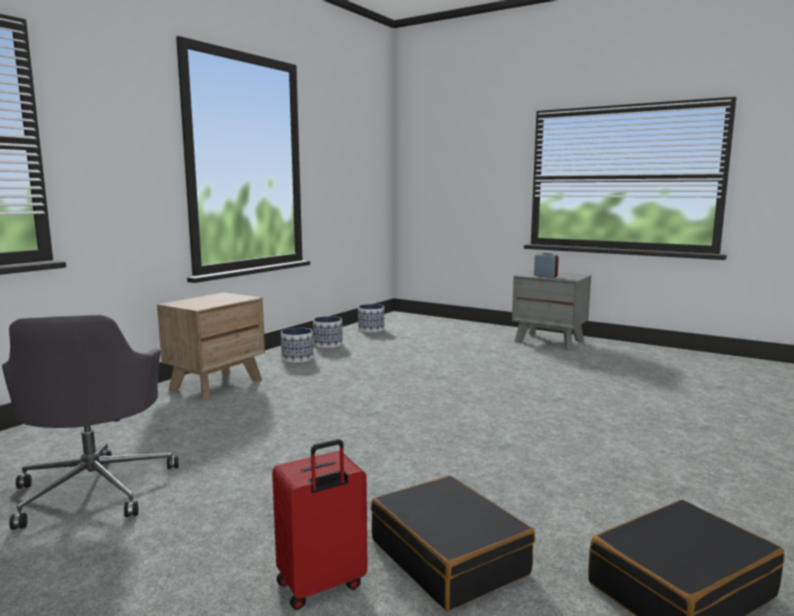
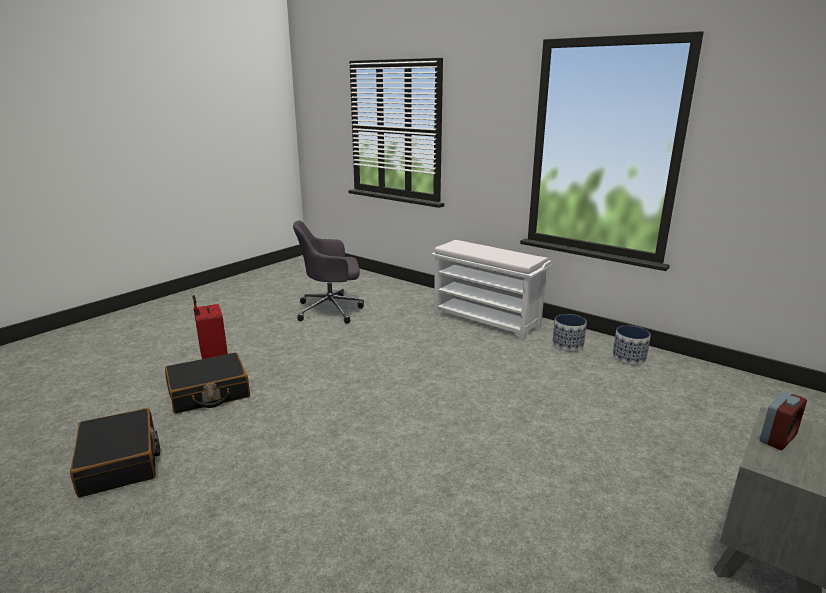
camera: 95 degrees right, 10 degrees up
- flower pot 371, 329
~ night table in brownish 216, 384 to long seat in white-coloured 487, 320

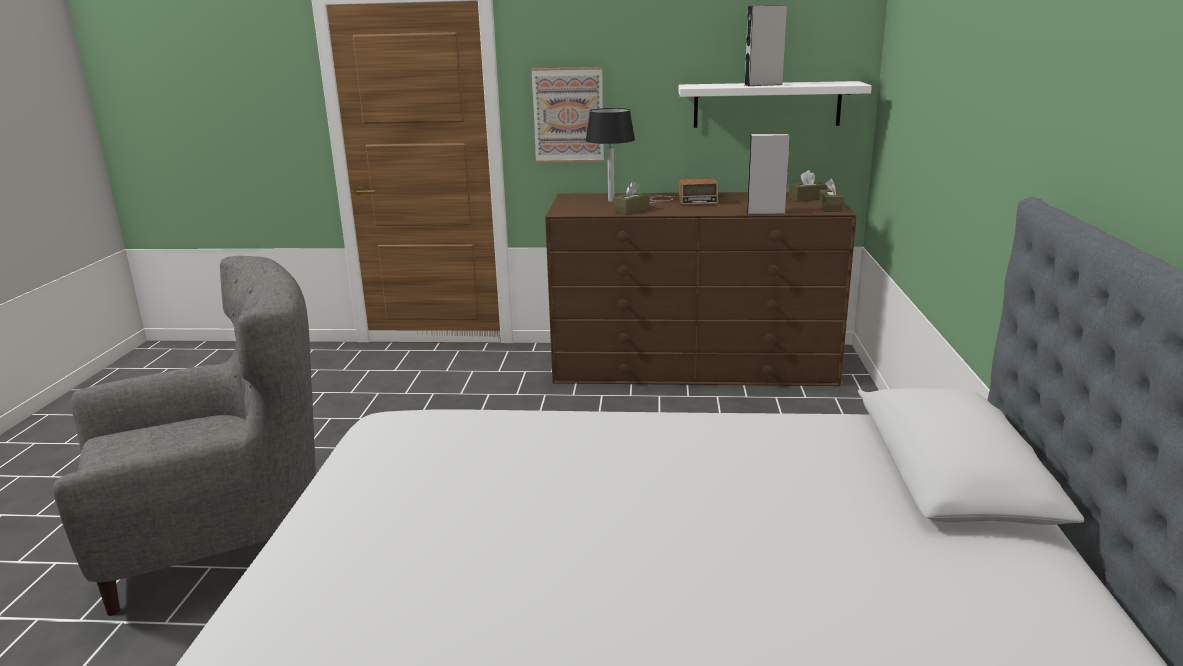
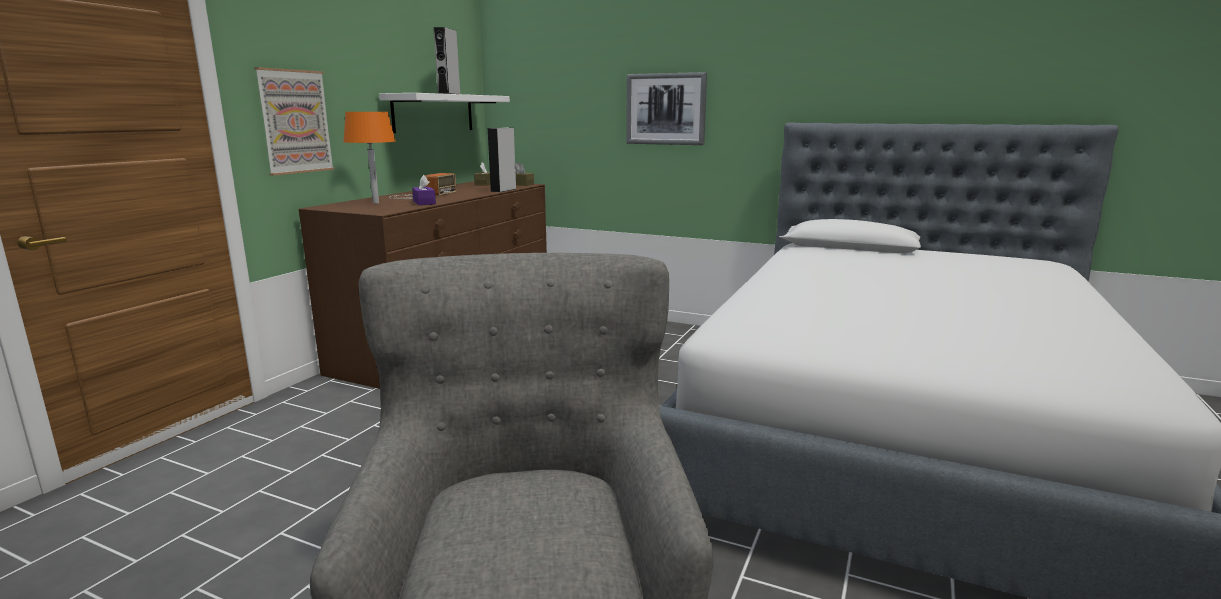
camera: 70 degrees left, 5 degrees down
+ wall picture 665, 109
~ table lamp in blackish 611, 201 to table lamp in orange 376, 203
~ box of tissues in brownish 631, 210 to box of tissues in purple 424, 202

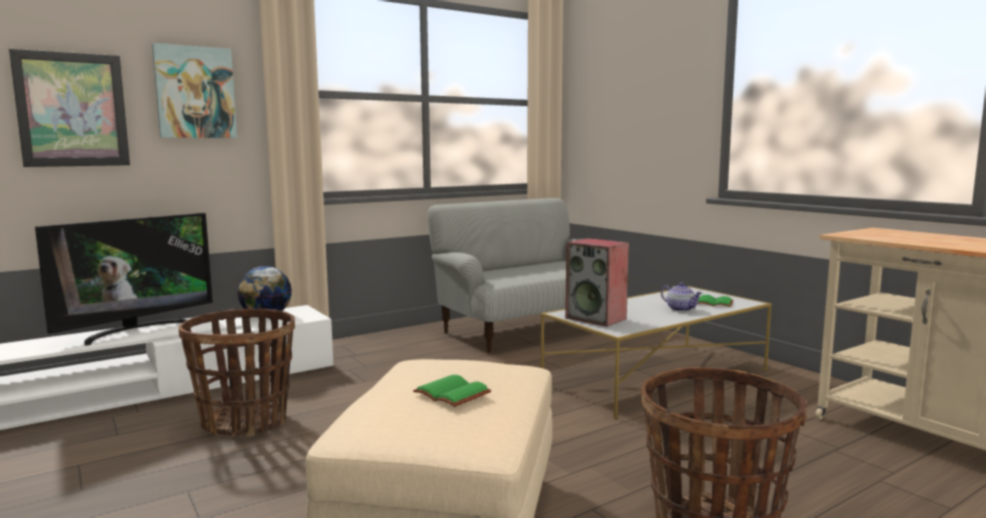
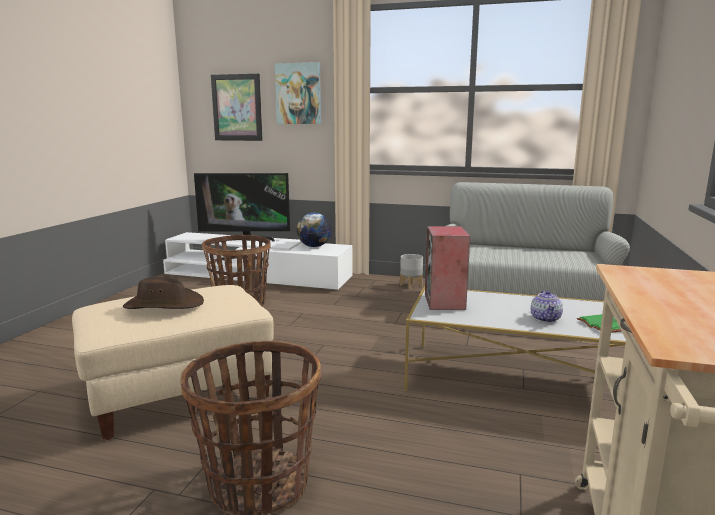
camera: 50 degrees right, 5 degrees up
+ flower pot in grey 411, 286
~ bound book in green 450, 394 to hat in brownish 164, 305

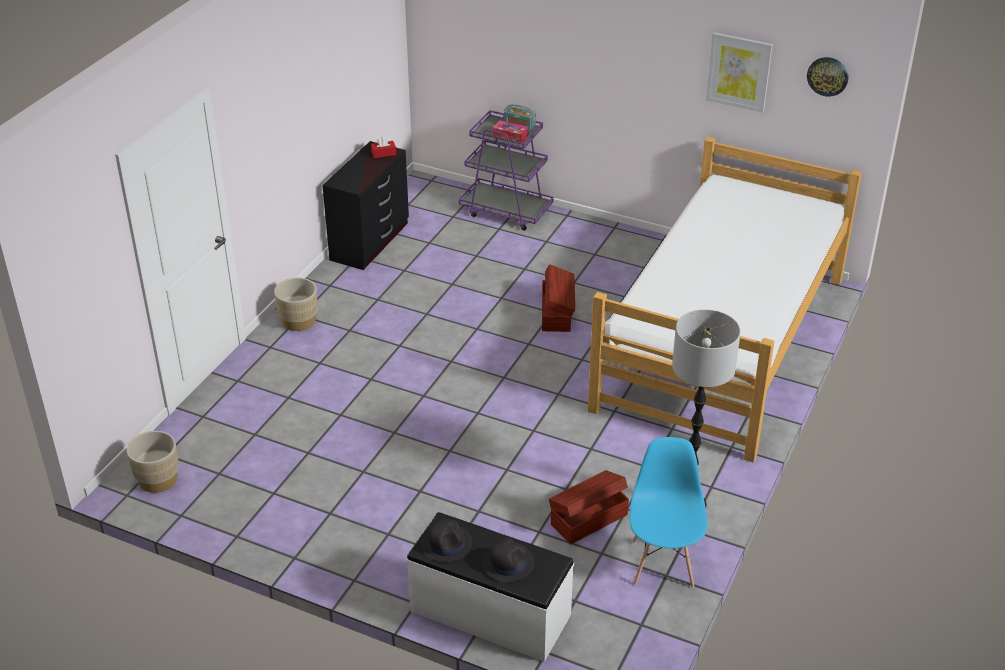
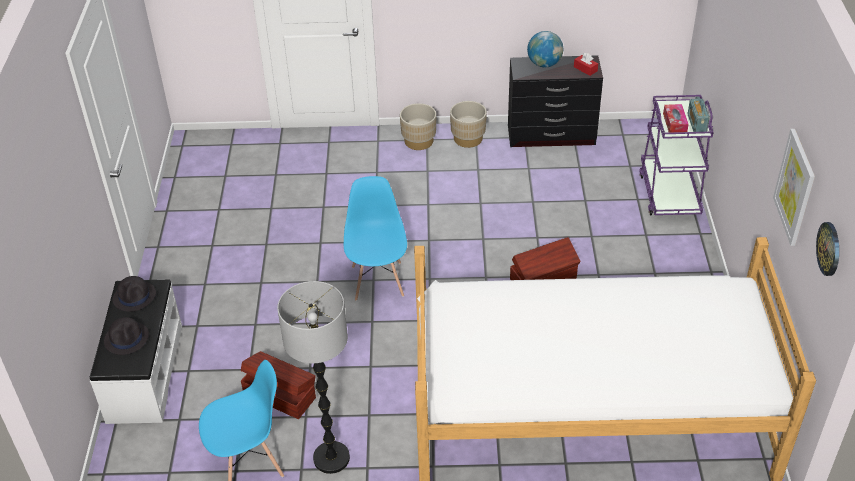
camera: 65 degrees right, 5 degrees up
+ plain chair in blue-coloured 378, 280
+ globe 544, 64
~ flower pot in beige 158, 479 to 468, 139

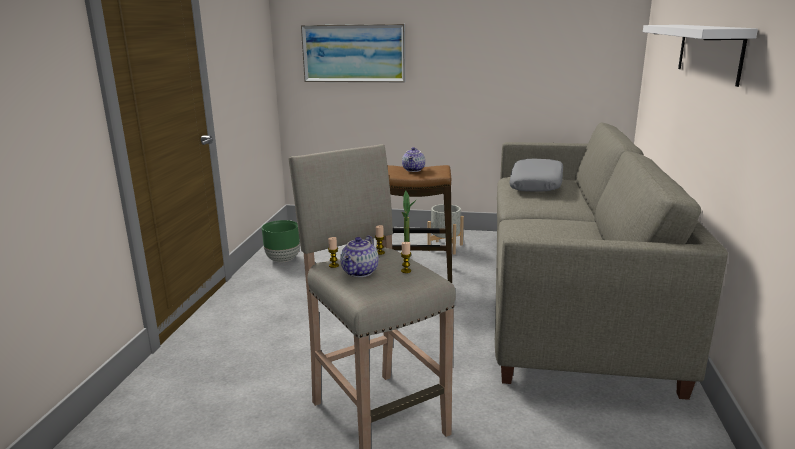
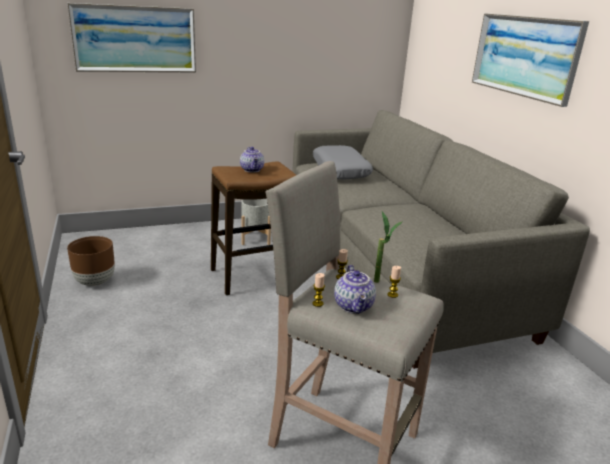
camera: 30 degrees left, 5 degrees up
~ wall shelf in white-coloured 709, 51 to wall picture 524, 56
~ flower pot in green 283, 260 to flower pot in brownish 95, 282

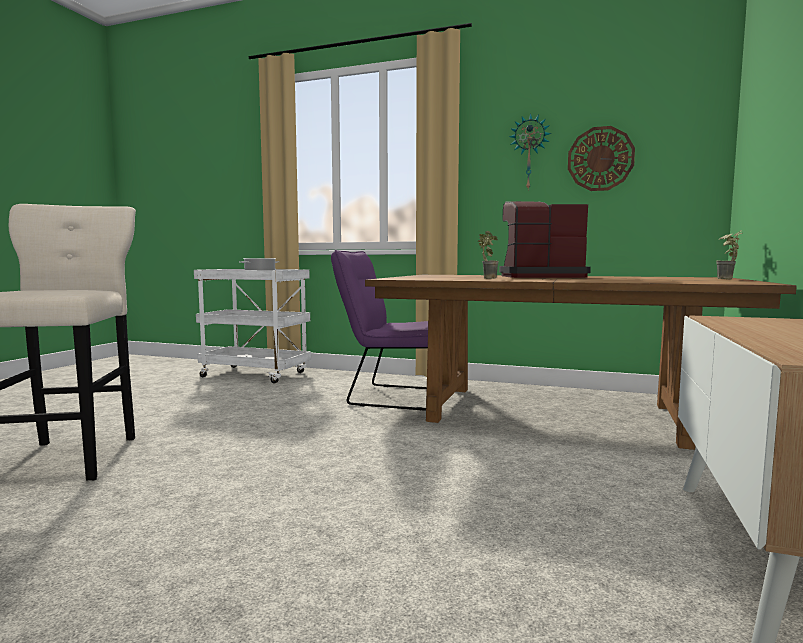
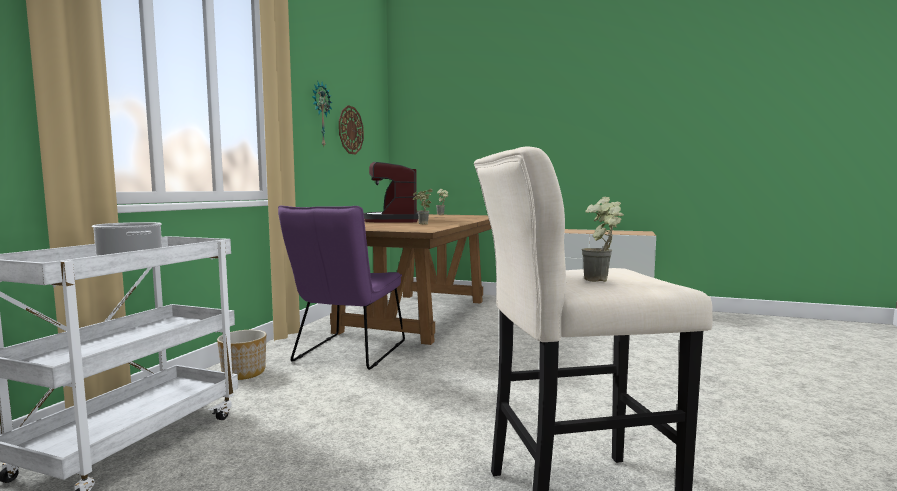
camera: 90 degrees left, 0 degrees up
+ flower pot 243, 373
+ houseplant 602, 281

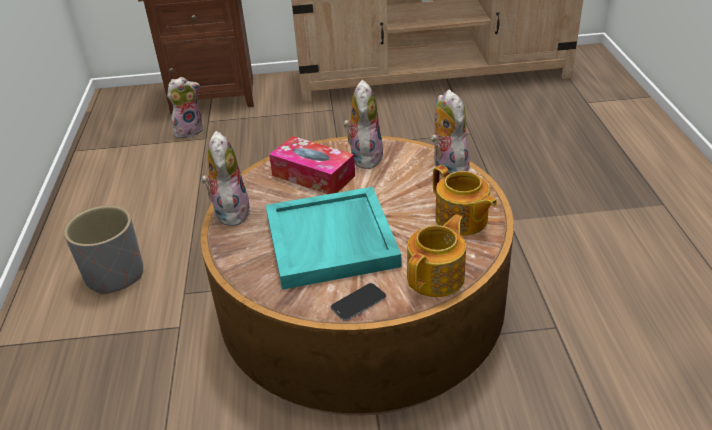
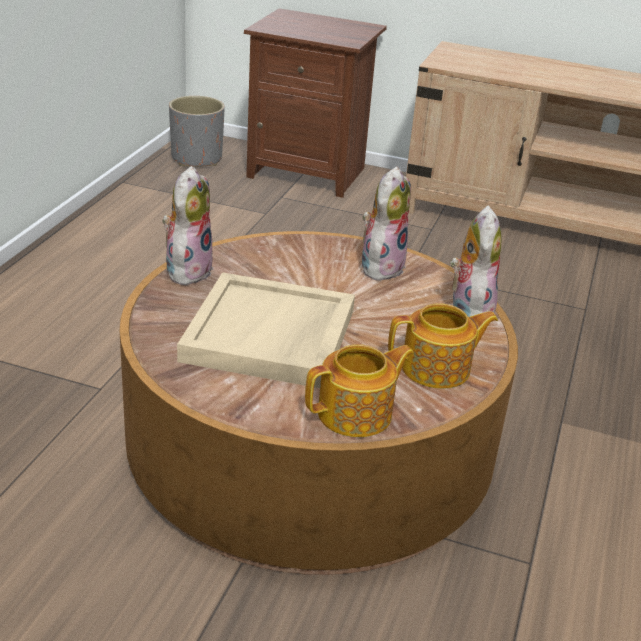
camera: 20 degrees right, 5 degrees down
- soft toy 189, 130
- box of tissues 313, 175
- telephone 358, 303
~ flower pot in grey 115, 275 to 197, 159
~ carrying tray in turquoise 332, 241 to carrying tray in beige 270, 336
~ pot for tea 461, 220 = 437, 369 90 degrees counterclockwise

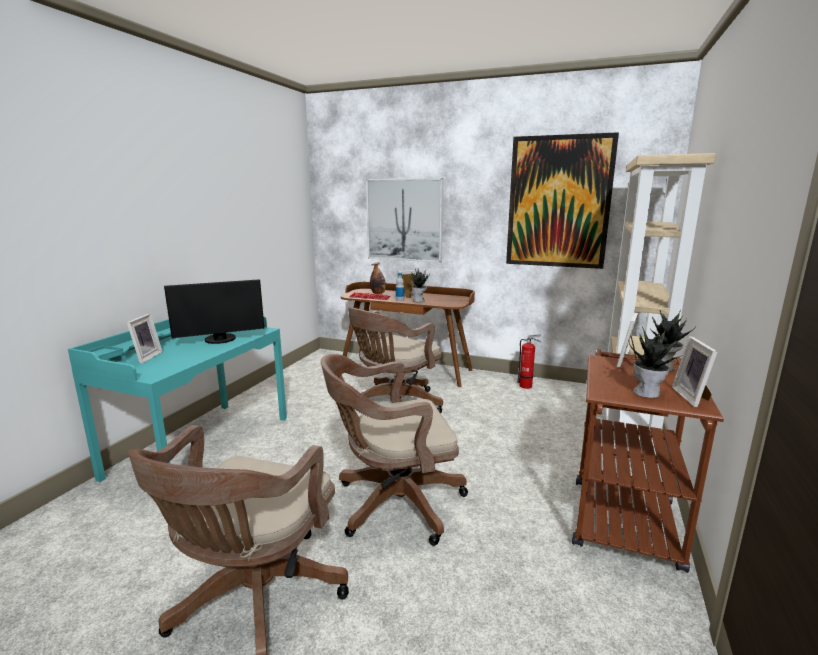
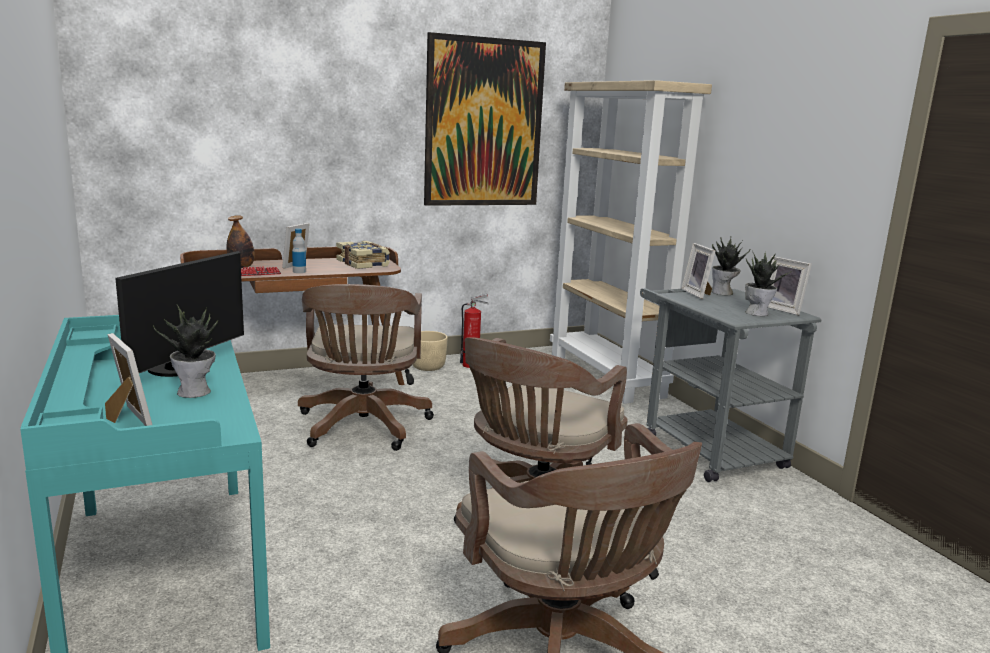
camera: 45 degrees left, 0 degrees up
- wall picture 404, 220
+ bound book 363, 264
+ flower pot in beige 427, 367
~ houseplant 419, 301 to 195, 392
~ trolley in brownish 623, 513 to trolley in grey 705, 447

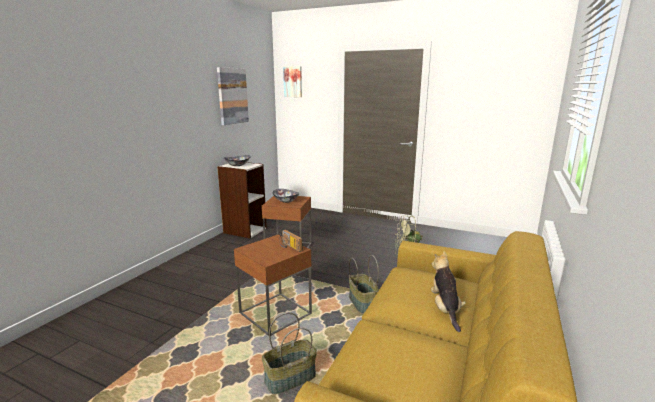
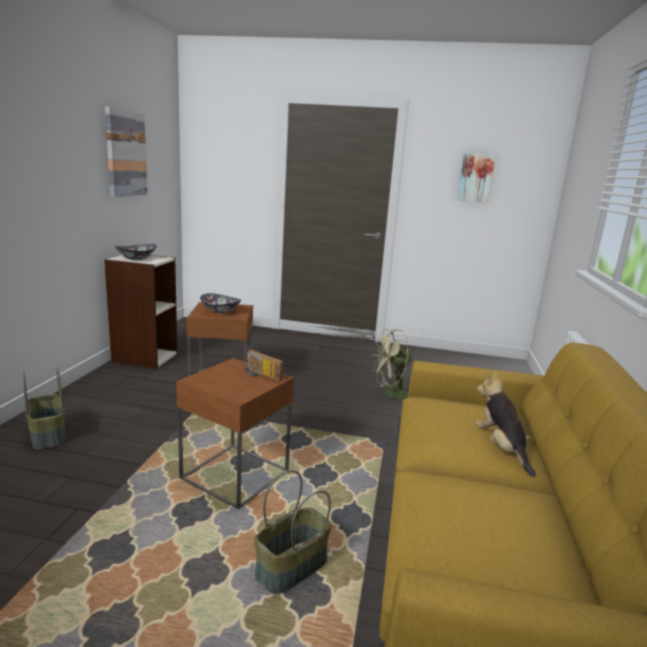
camera: 15 degrees left, 0 degrees up
~ wall picture 293, 81 to 475, 177
~ household basket 363, 303 to 49, 435

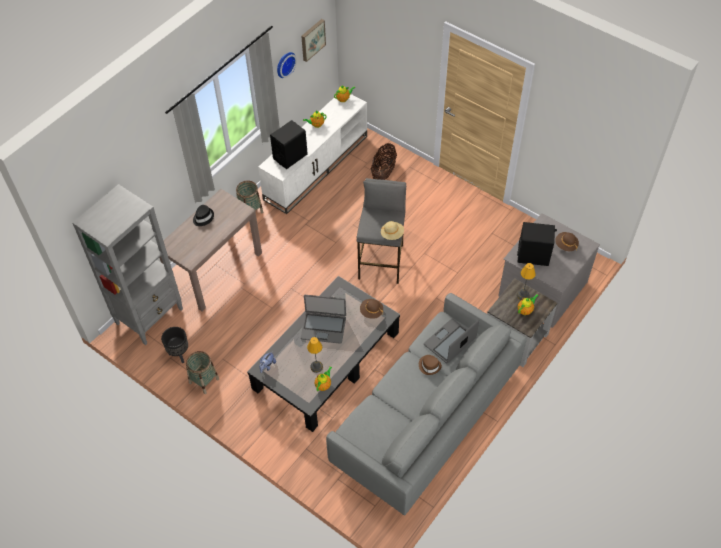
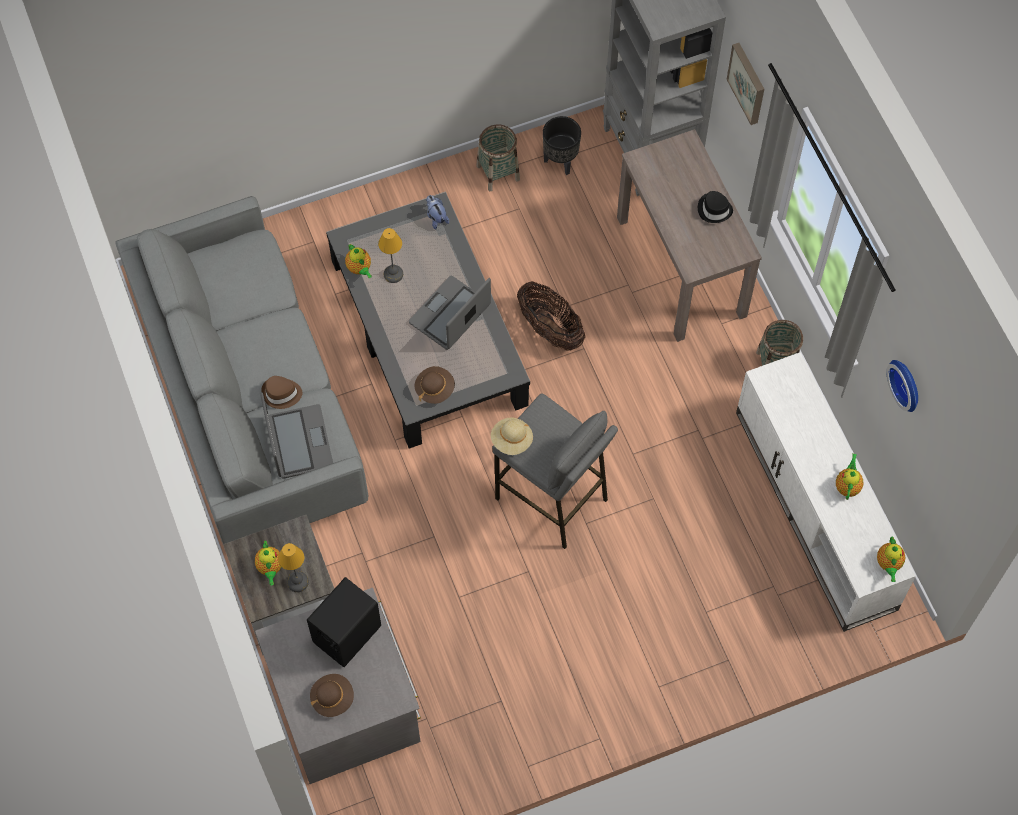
camera: 120 degrees right, 10 degrees up
- loudspeaker in blackish 290, 156
~ wall picture 312, 39 to 748, 83
~ household basket 383, 172 to 550, 329

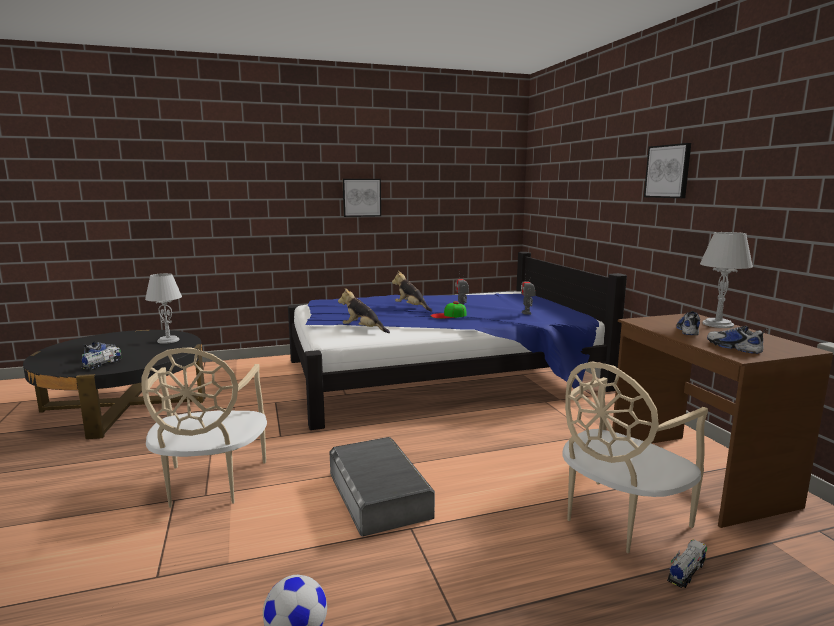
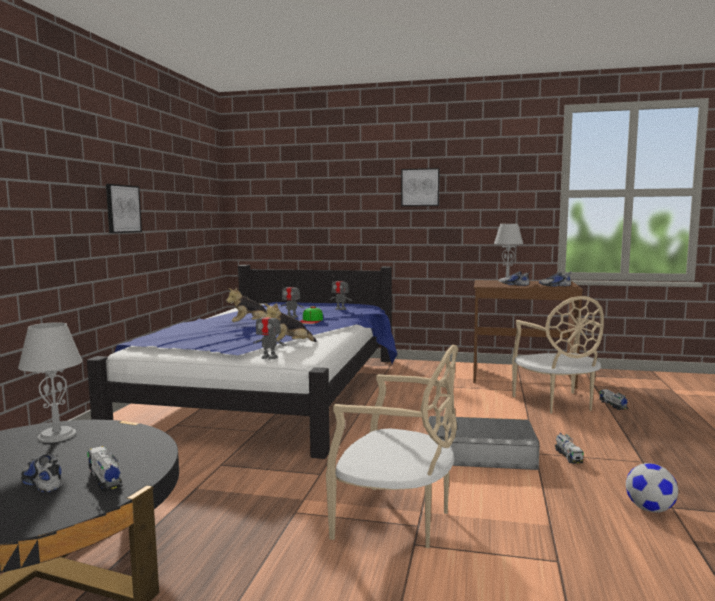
camera: 60 degrees left, 5 degrees down
+ robot figure 269, 357
+ toy truck 568, 456

